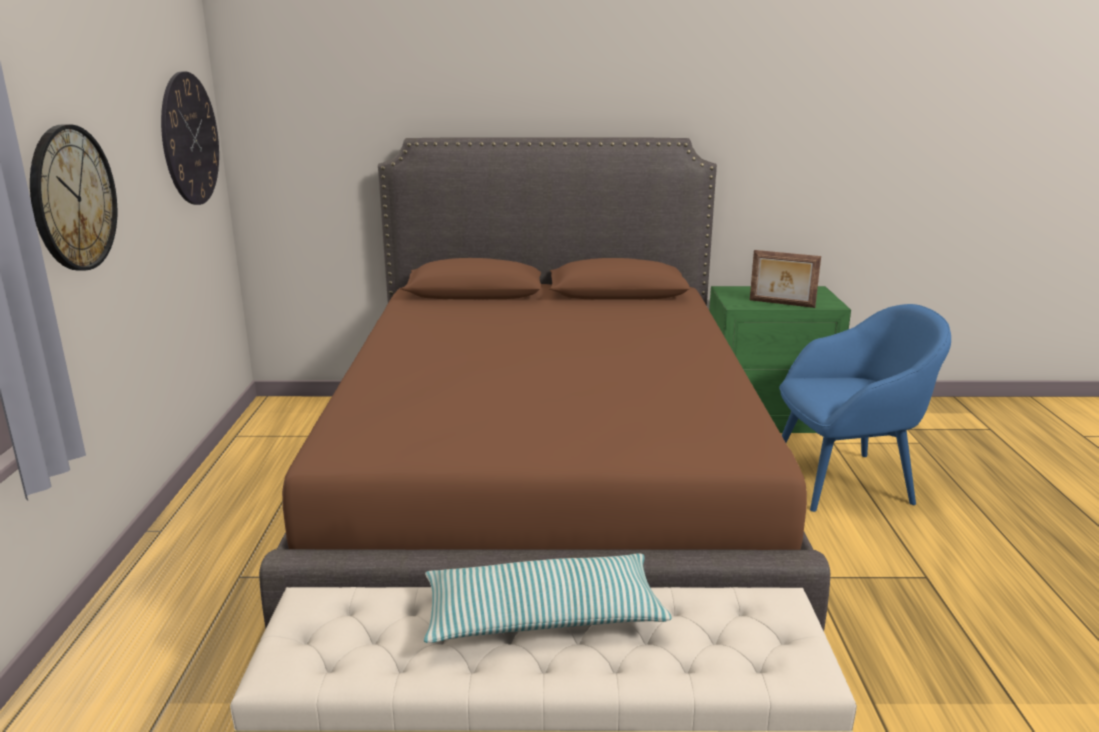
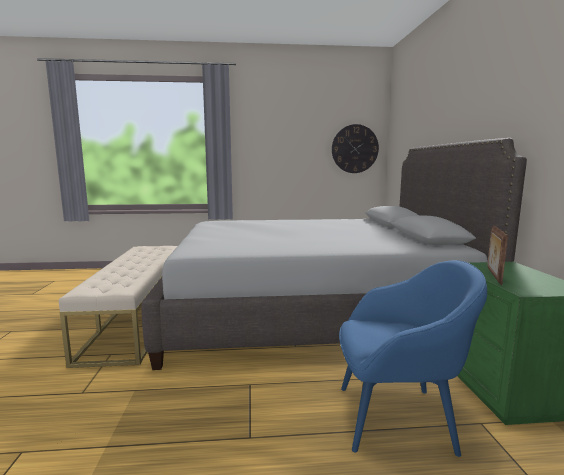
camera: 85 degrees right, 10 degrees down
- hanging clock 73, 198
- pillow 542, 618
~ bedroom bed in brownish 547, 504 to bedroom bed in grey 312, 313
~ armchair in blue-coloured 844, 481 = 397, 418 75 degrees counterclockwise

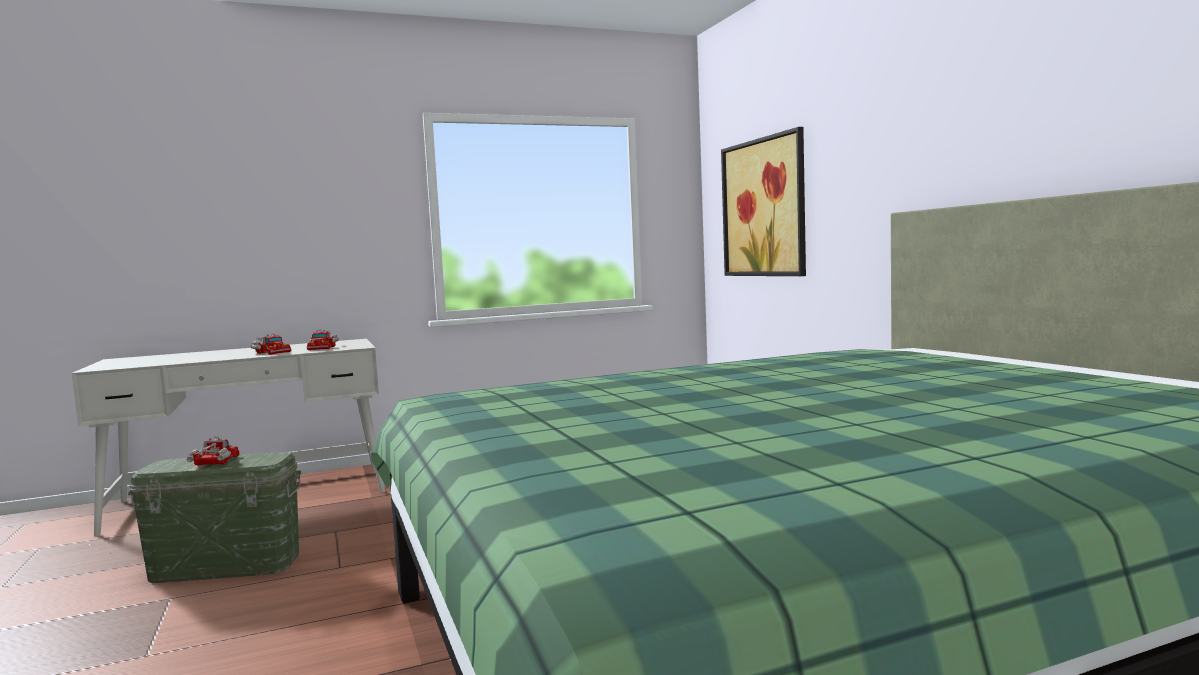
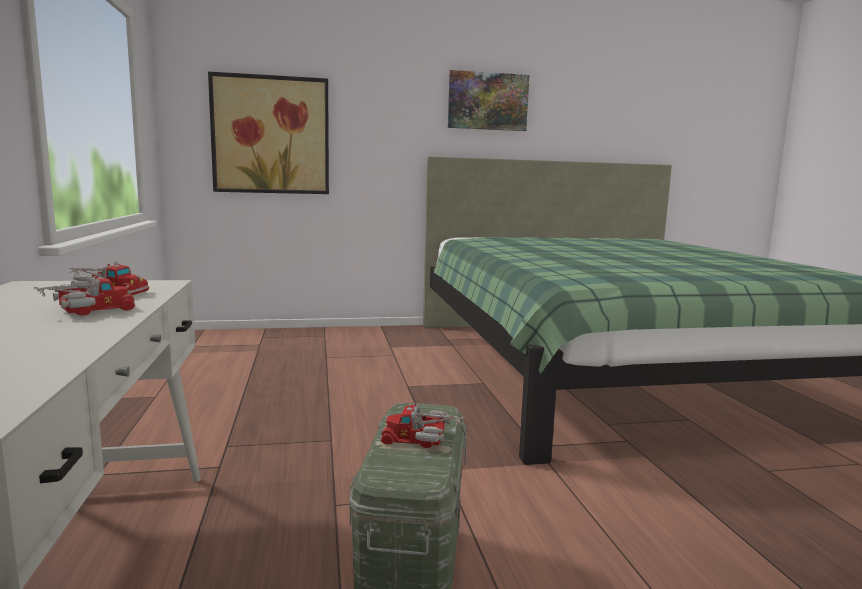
camera: 80 degrees left, 5 degrees up
+ wall picture 487, 101

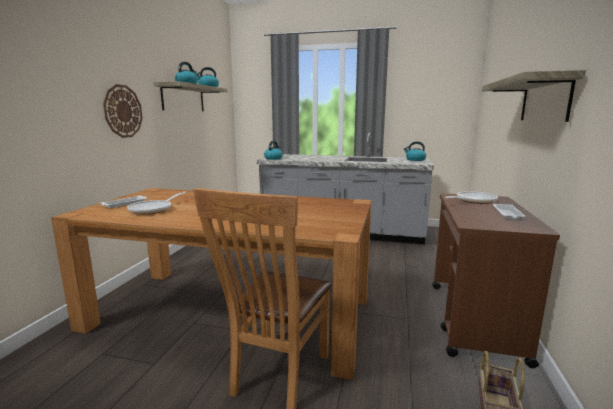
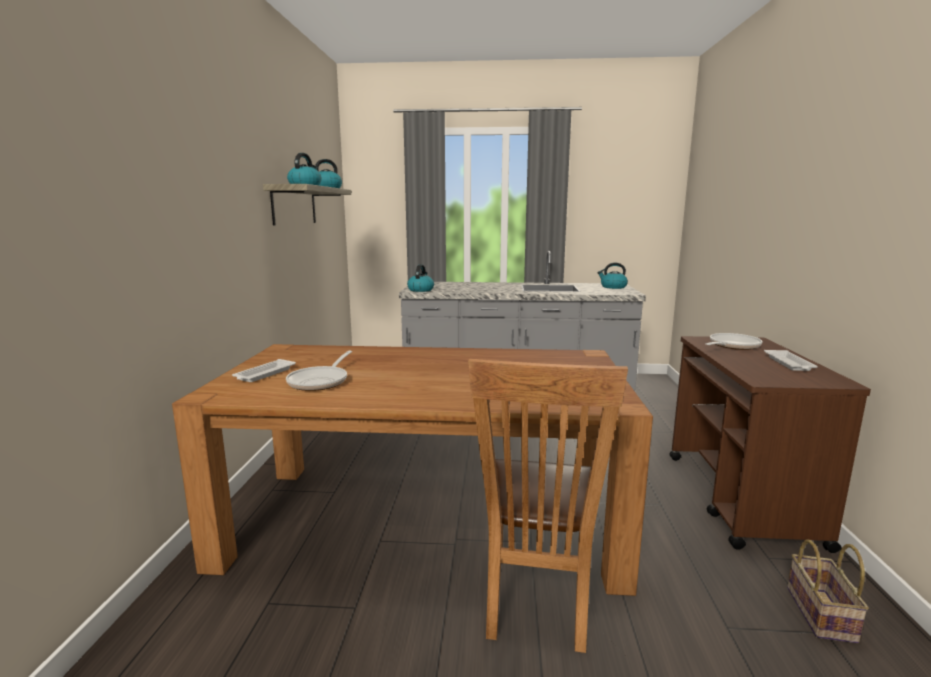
camera: 10 degrees left, 0 degrees up
- hanging clock 123, 111
- wall shelf 544, 100

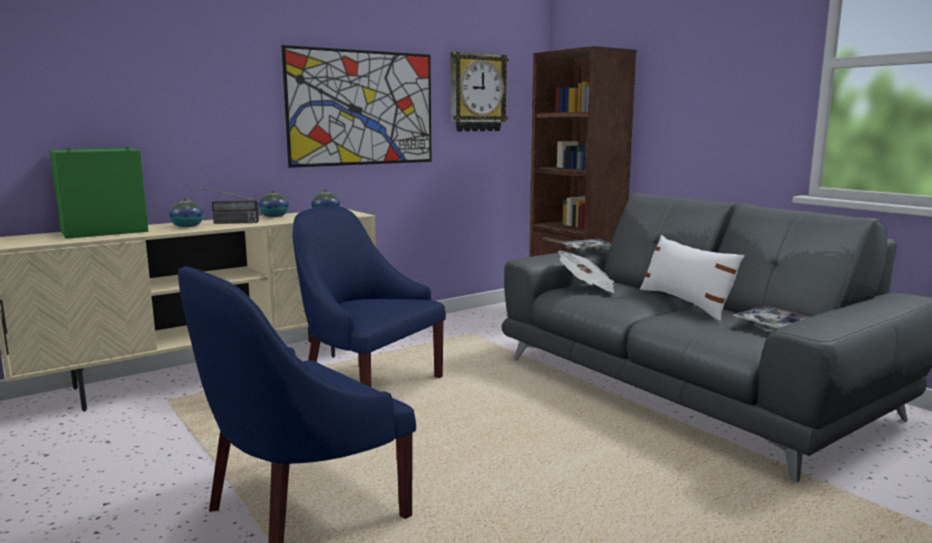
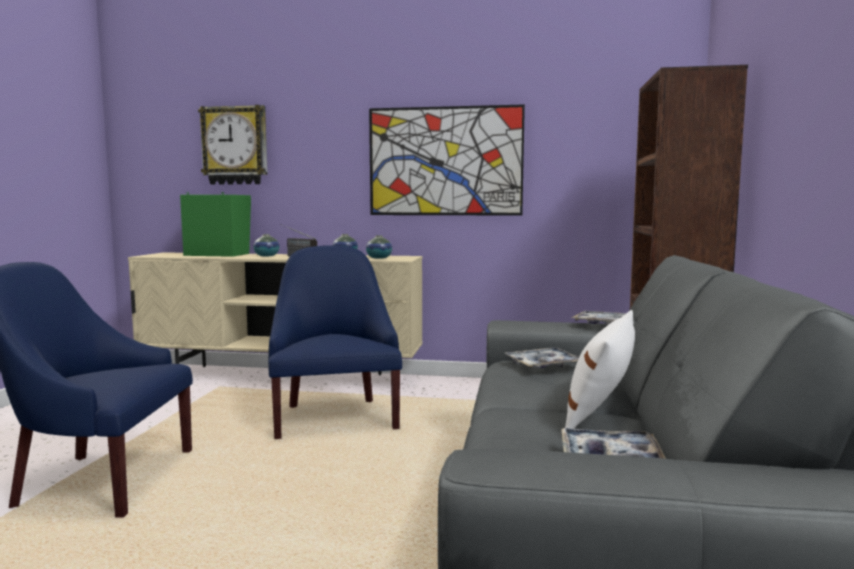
camera: 45 degrees right, 5 degrees down
~ hanging clock 477, 93 to 235, 145
~ printed paper 587, 287 to carrying tray 543, 365

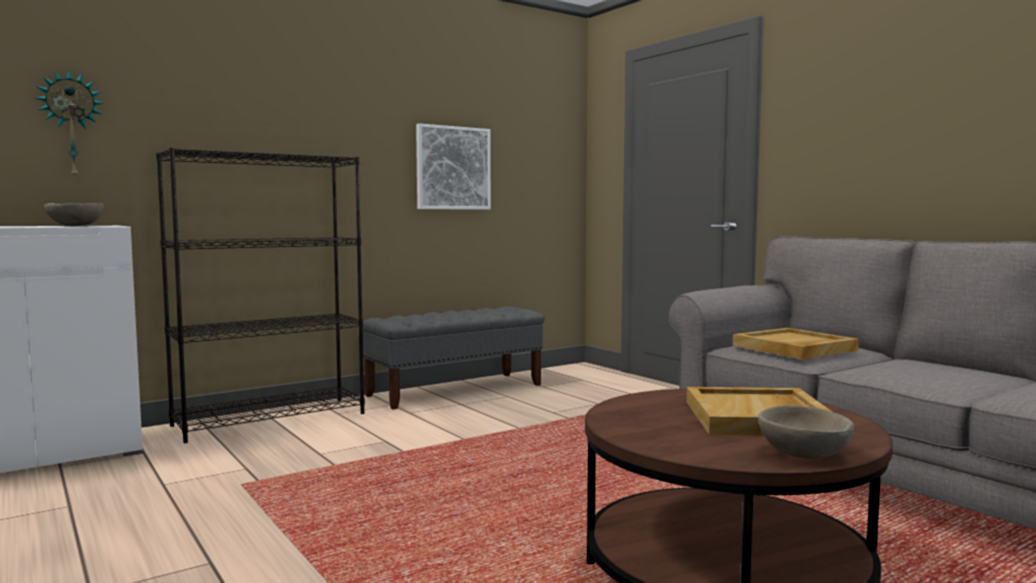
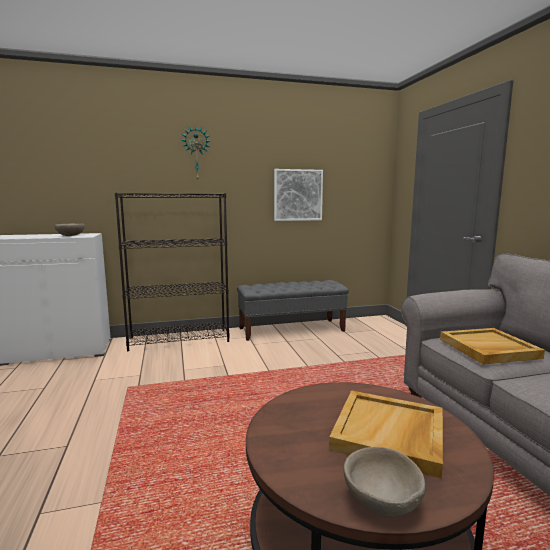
camera: 20 degrees right, 5 degrees up
~ hanging clock 71, 125 to 196, 153

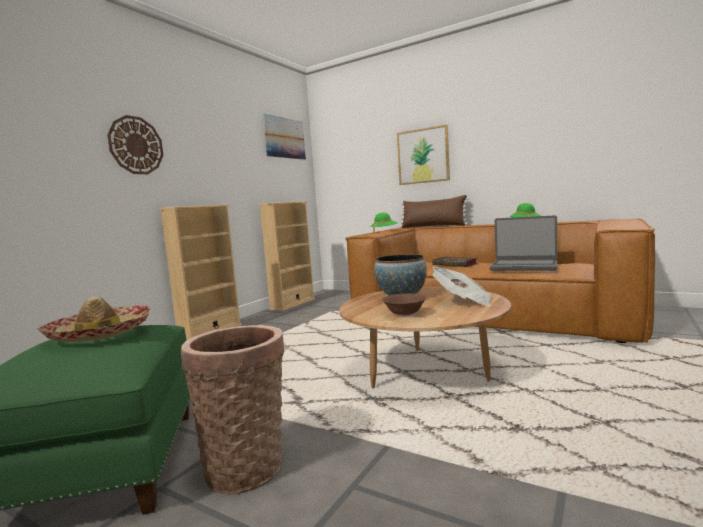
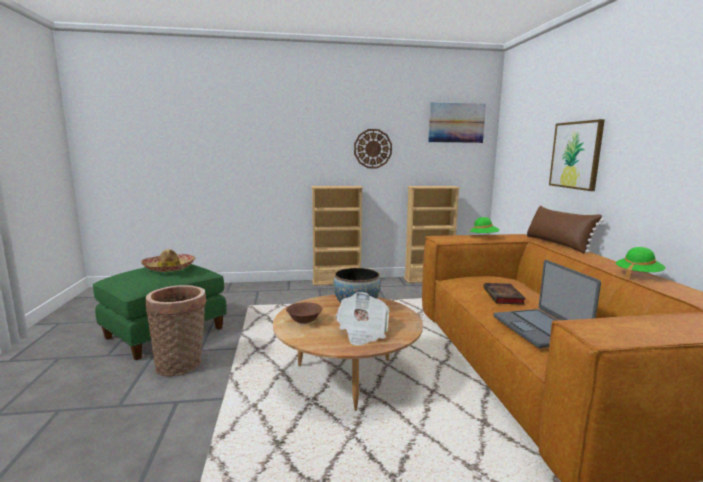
camera: 50 degrees right, 5 degrees up
~ hanging clock 136, 145 to 372, 148

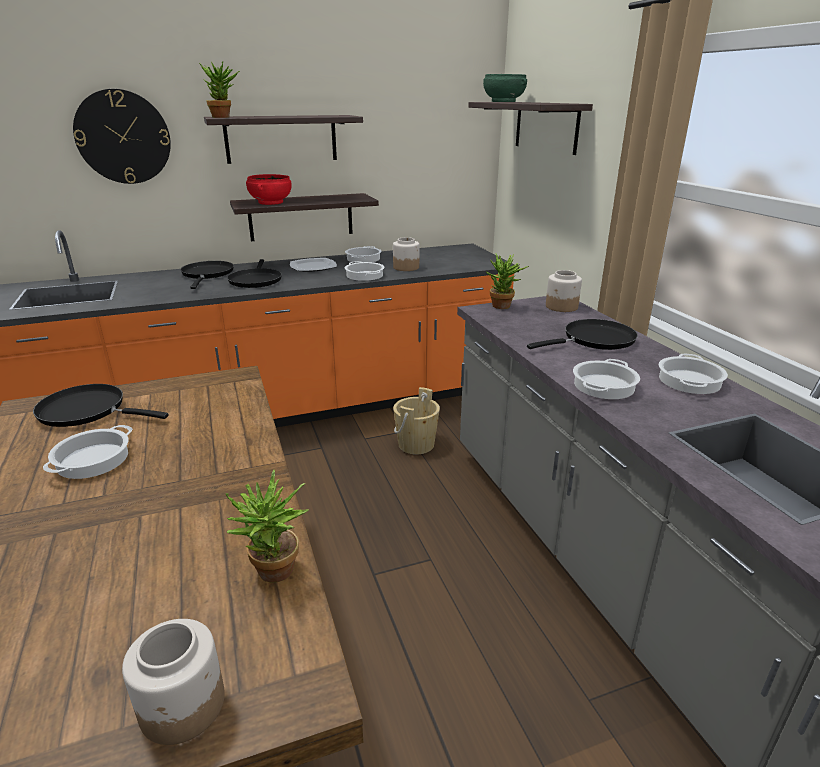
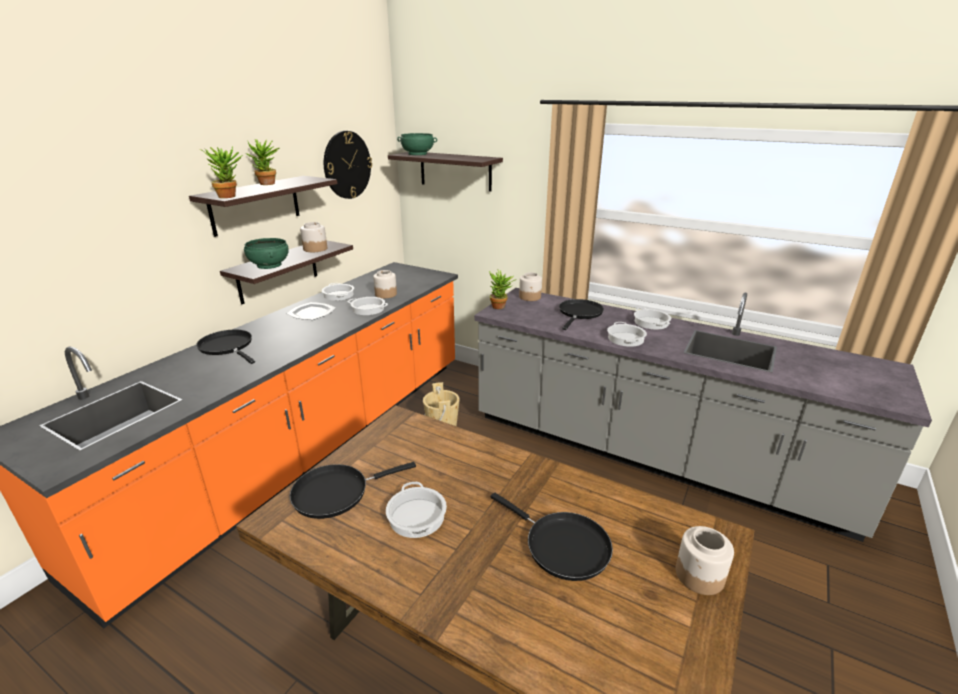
camera: 40 degrees left, 0 degrees up
+ jar 315, 249
~ hanging clock 123, 137 to 347, 165
~ houseplant 273, 575 to 268, 184
~ skillet in blackish 255, 280 to 562, 546
~ deep dish in reddish 270, 202 to deep dish in green 268, 265

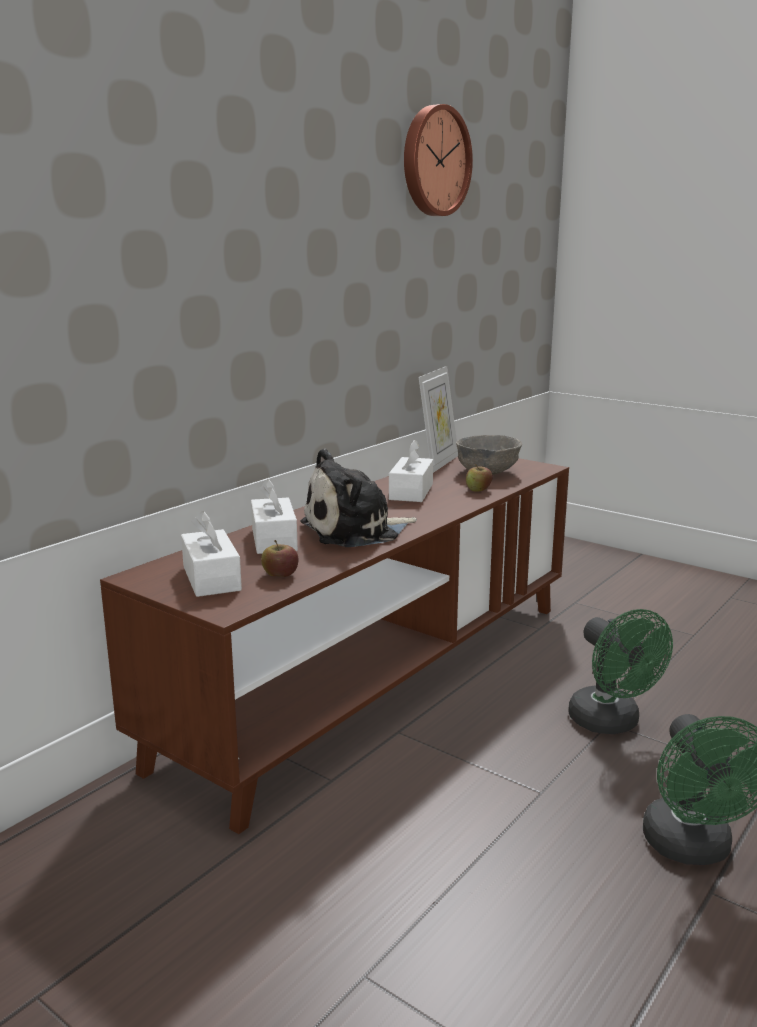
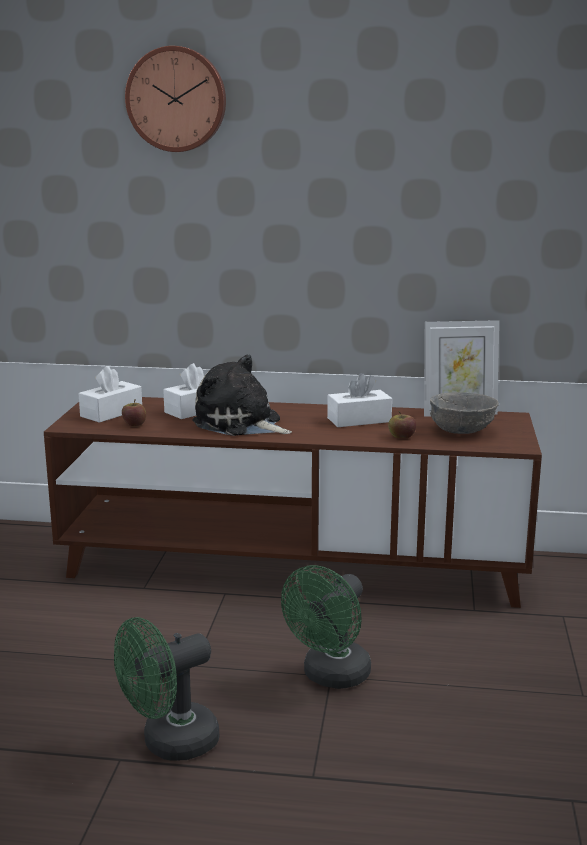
camera: 60 degrees right, 0 degrees up
~ hanging clock 434, 161 to 177, 99

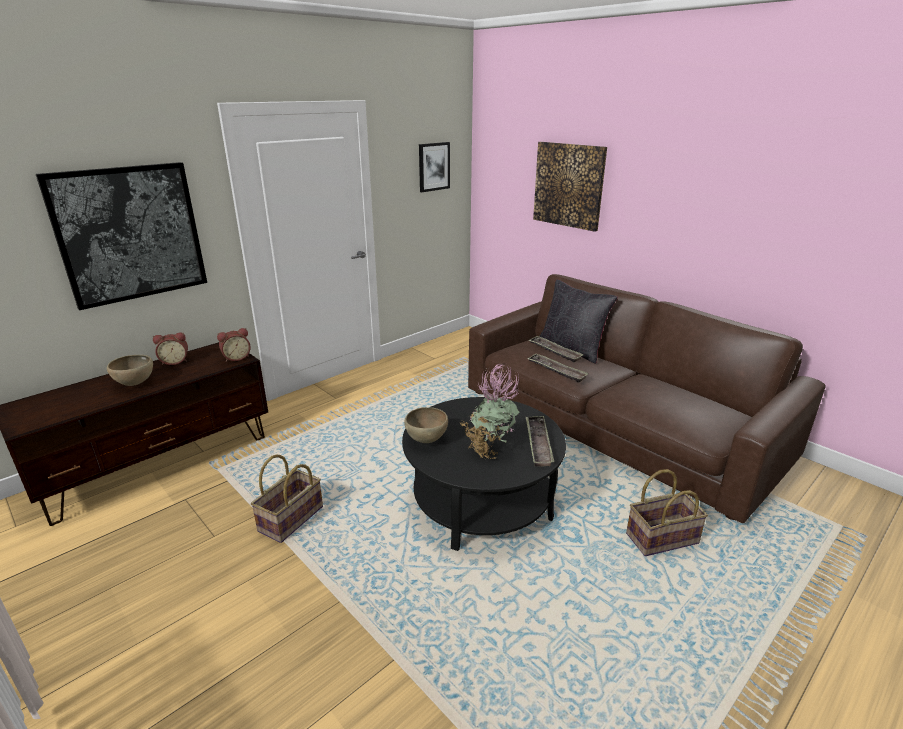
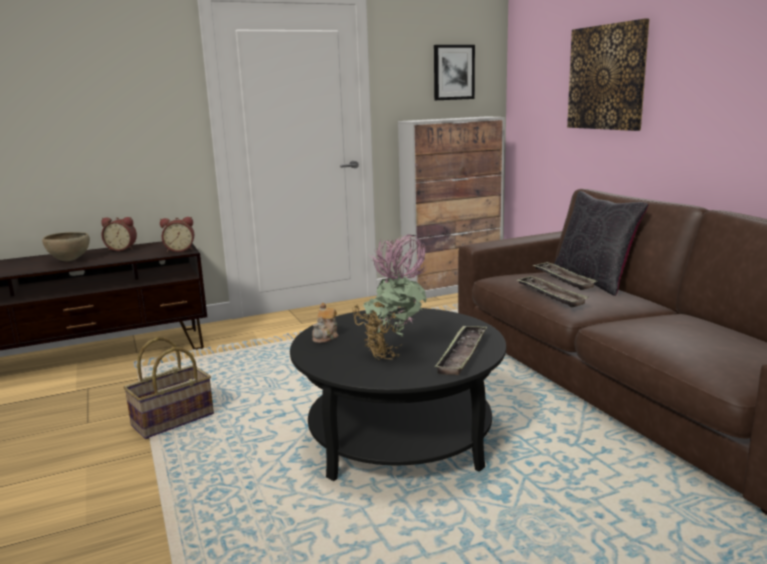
camera: 20 degrees right, 10 degrees down
- wall picture 130, 234
- household basket 661, 538
+ storage cabinet 452, 288
~ deep dish in brownish 427, 440 to pot for tea 326, 337

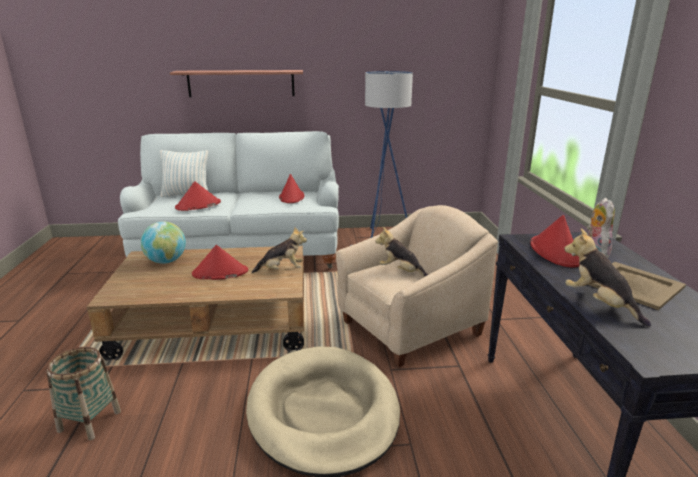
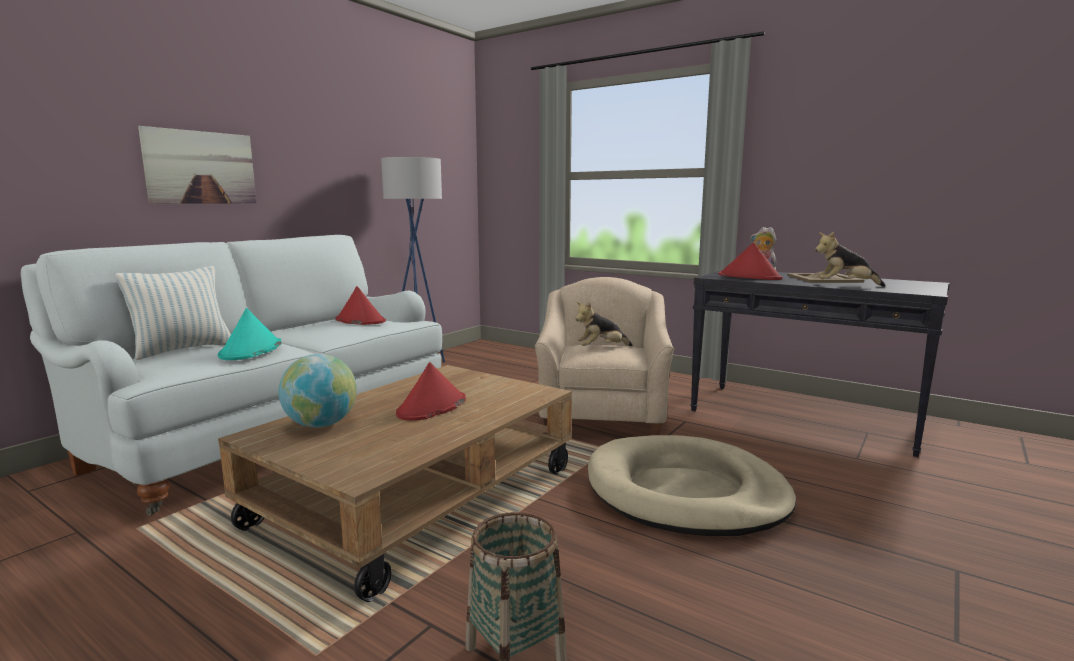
camera: 50 degrees left, 10 degrees down
- soft toy 281, 270
~ wall shelf 241, 83 to wall picture 201, 167
~ hat in reddish 198, 205 to hat in turquoise 251, 350

